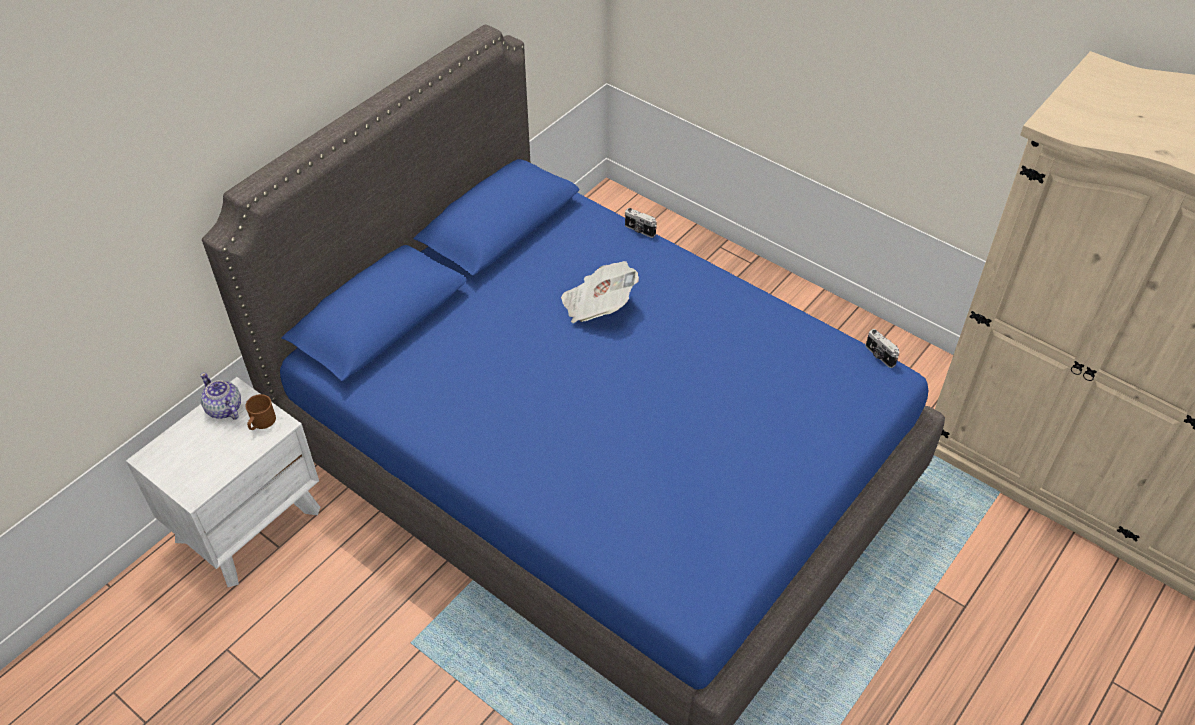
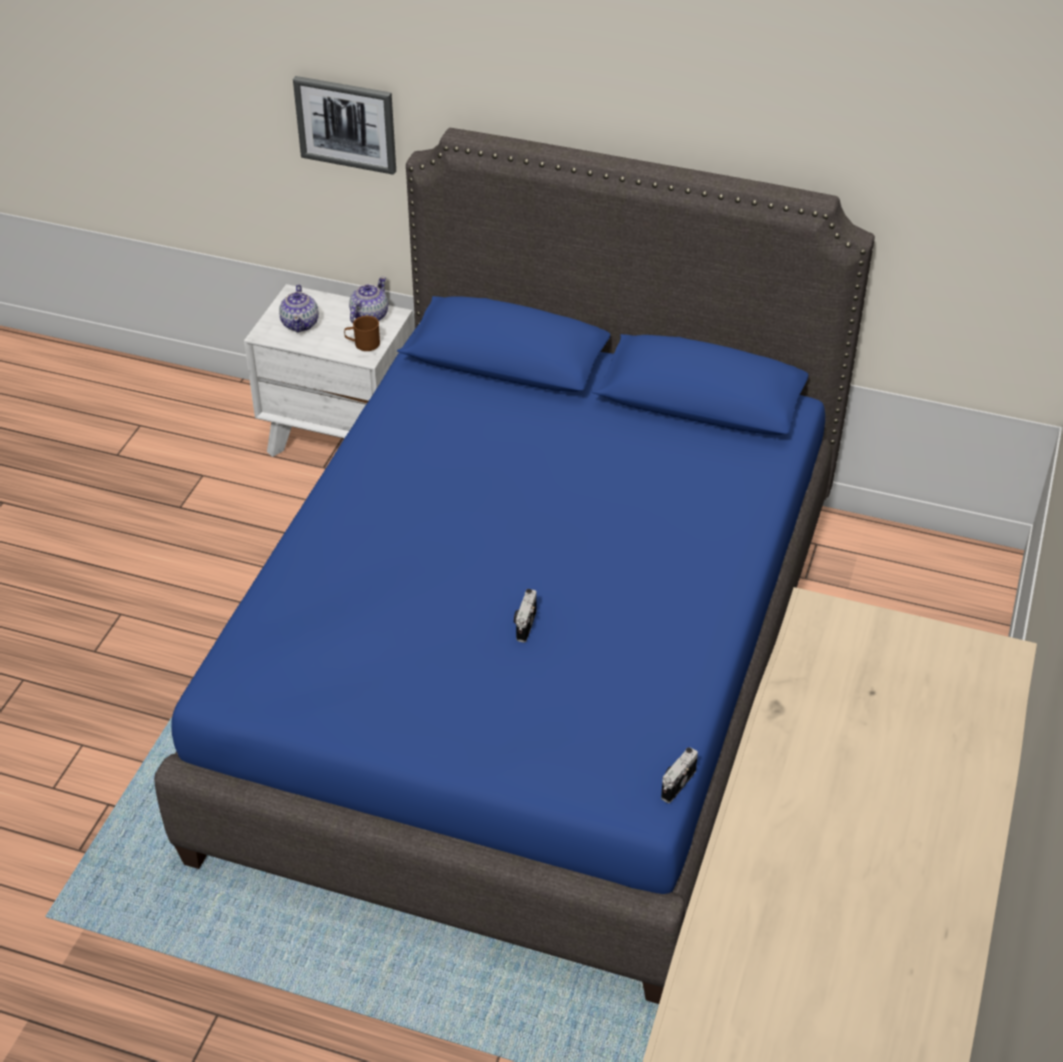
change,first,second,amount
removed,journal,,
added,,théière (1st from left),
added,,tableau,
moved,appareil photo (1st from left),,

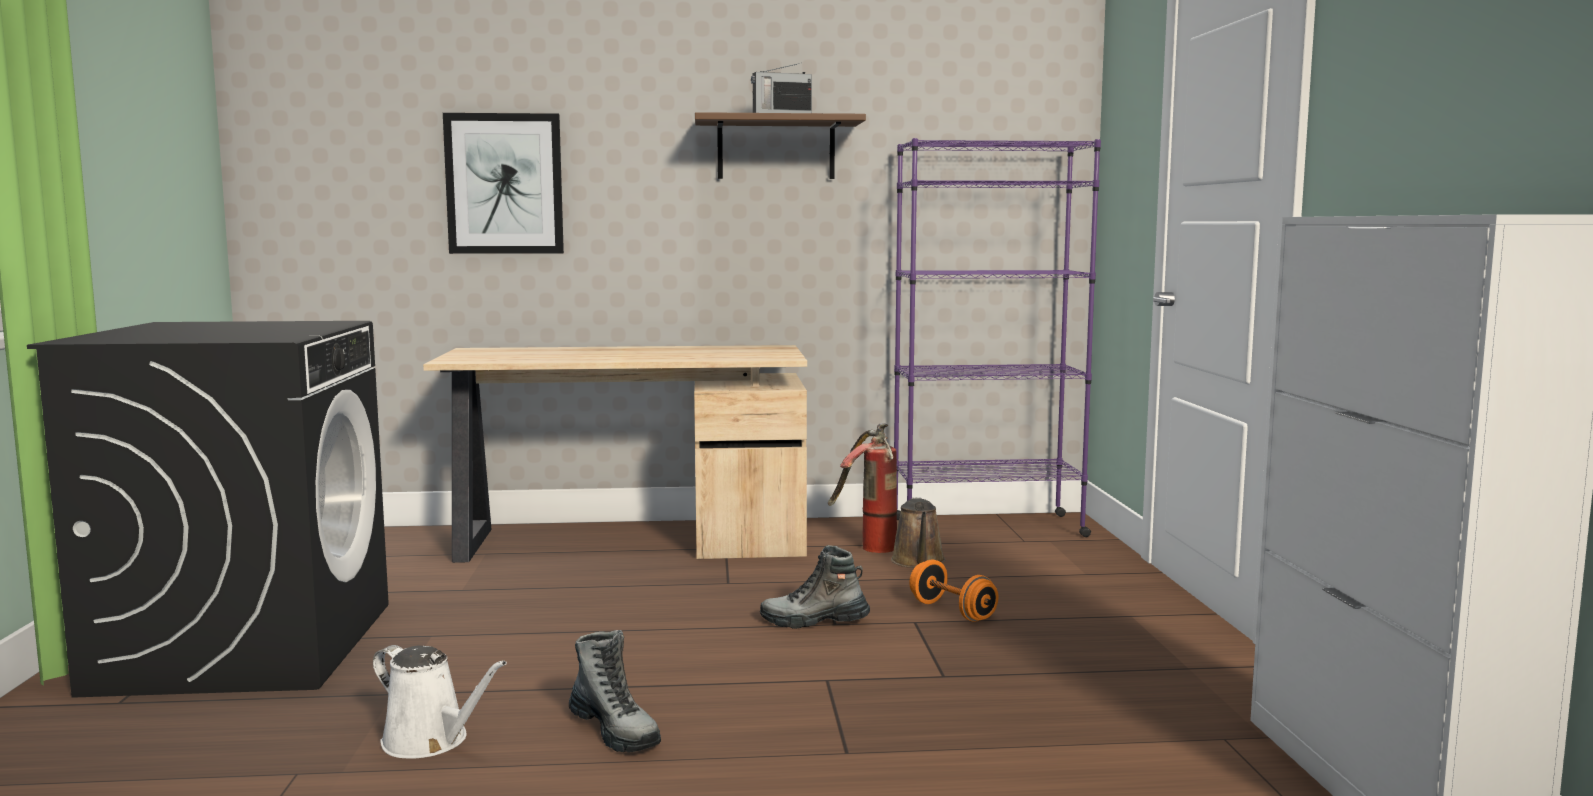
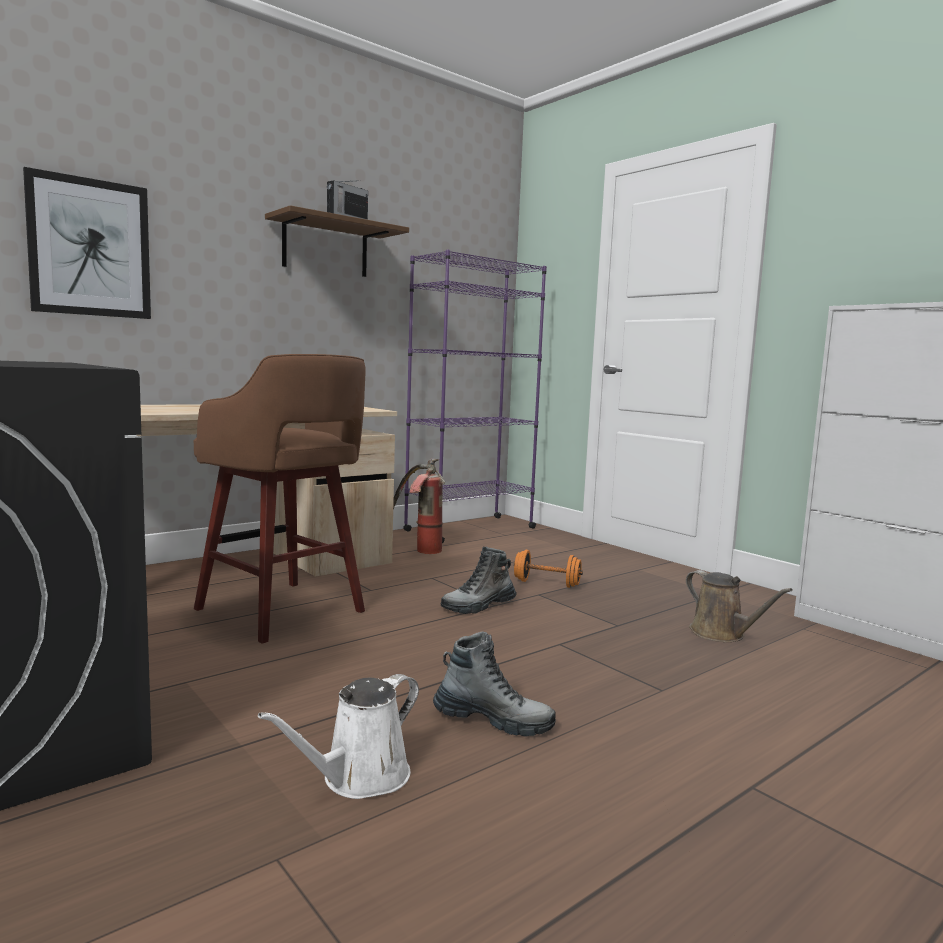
change,first,second,amount
added,,tabouret/marron,
moved,arrosoir/marron,,
turned,arrosoir/blanc,,135 degrees clockwise

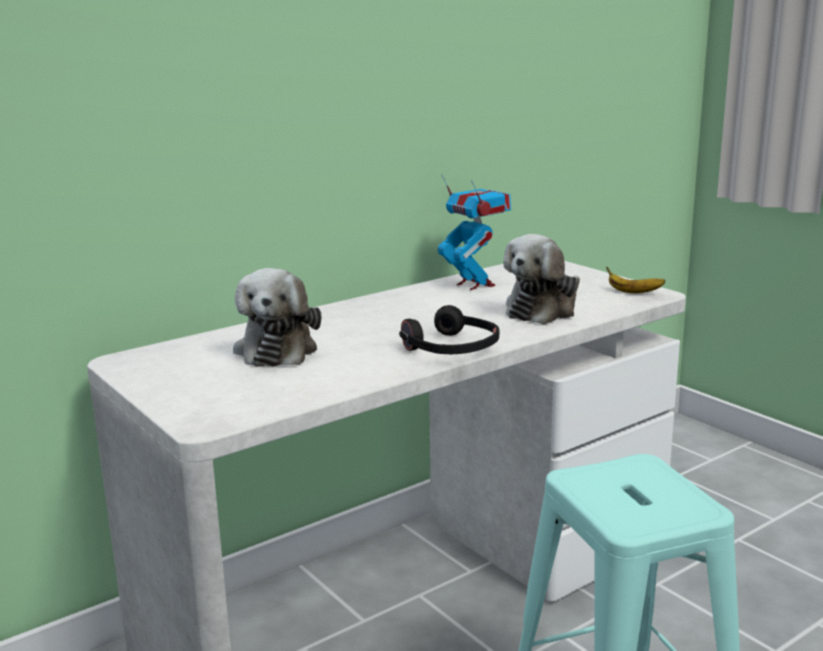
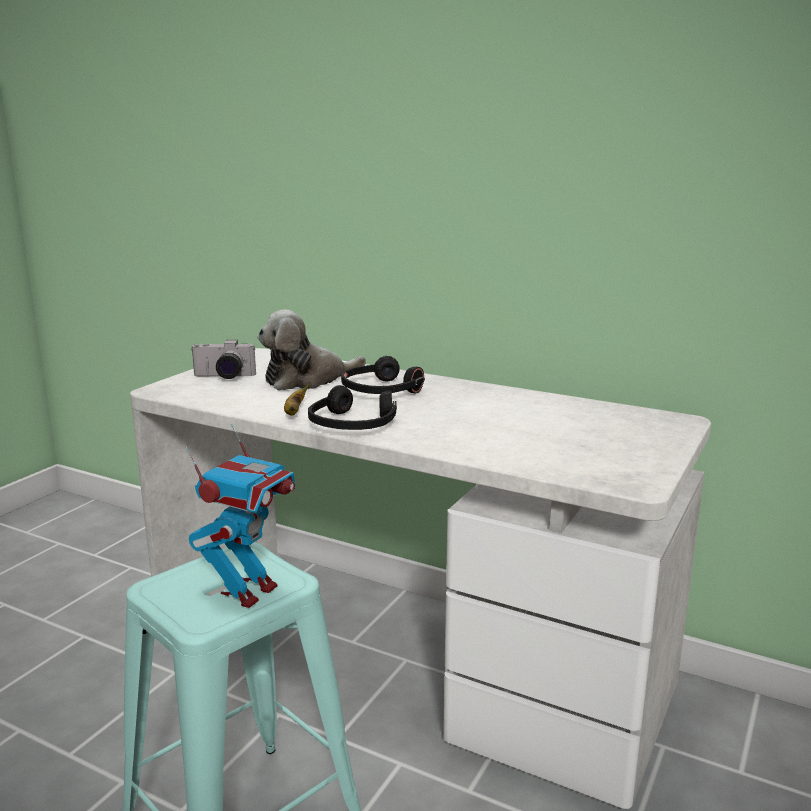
change,first,second,amount
removed,peluche (2nd from left),,
added,,appareil photo,
added,,casque audio/noir (2nd from left),
moved,robot jouet,,
moved,banane,,

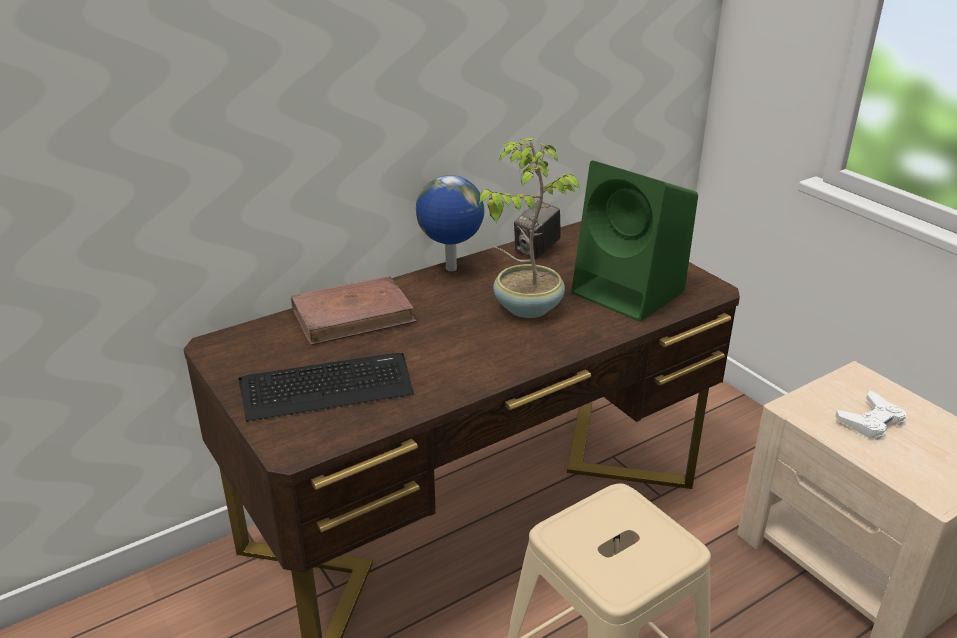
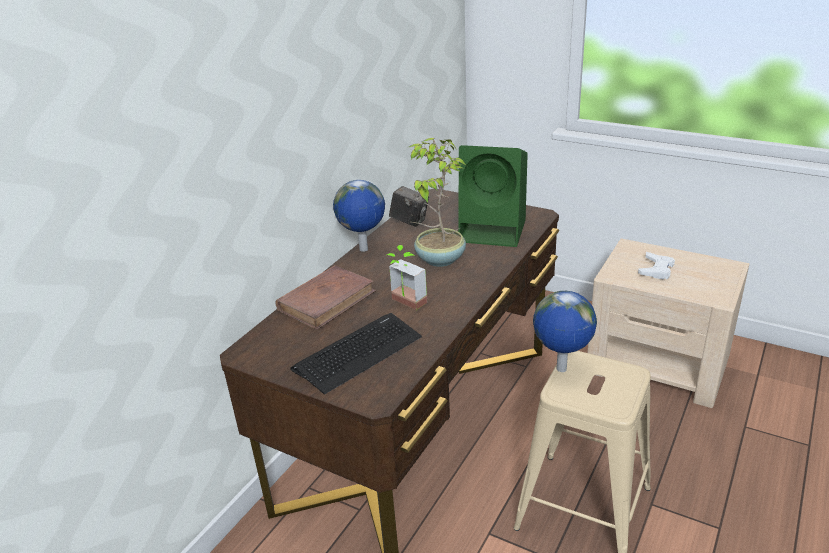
change,first,second,amount
added,,plante en pot (1st from left),
added,,globe (2nd from left),
turned,appareil photo,,75 degrees counterclockwise

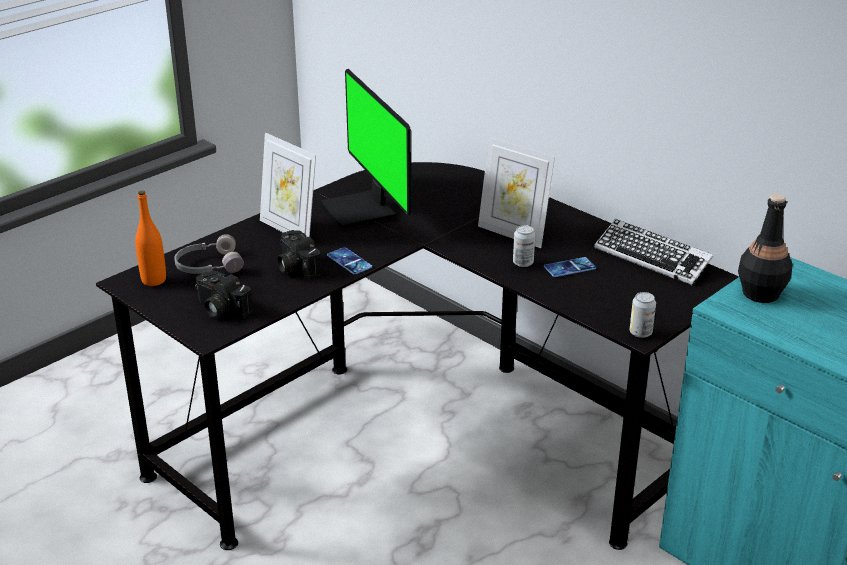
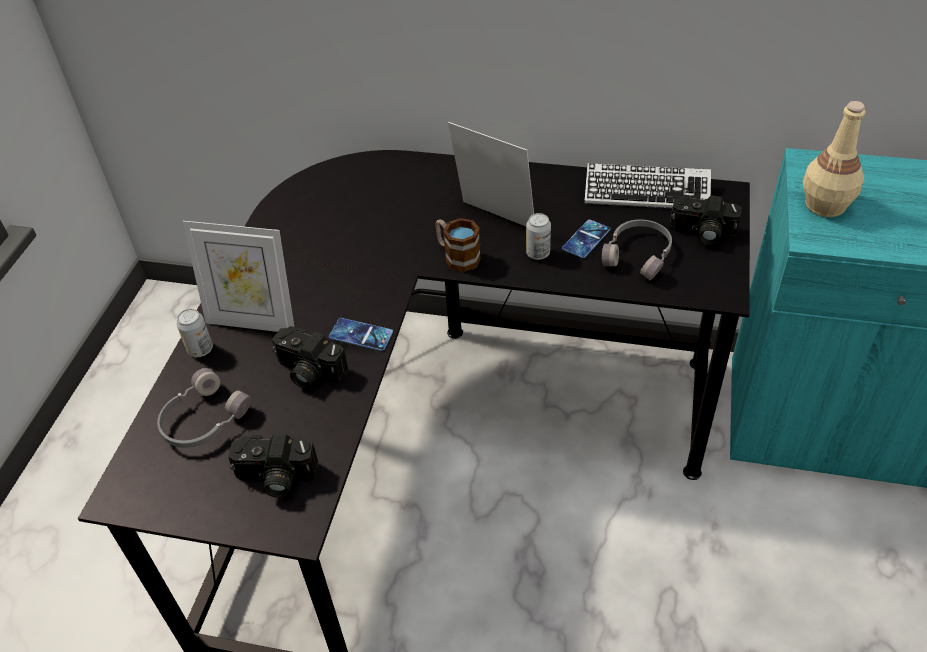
change,first,second,amount
removed,bouteille/orange,,
removed,écran d'ordinateur,,
added,,mug,
added,,casque audio/gris (2nd from left),
added,,appareil photo (3rd from left),
moved,boîte métallique (2nd from left in the first image),boîte métallique (1st from left),
recoloured,bouteille/noir,bouteille/beige,
turned,cadre photo (2nd from left),,150 degrees counterclockwise

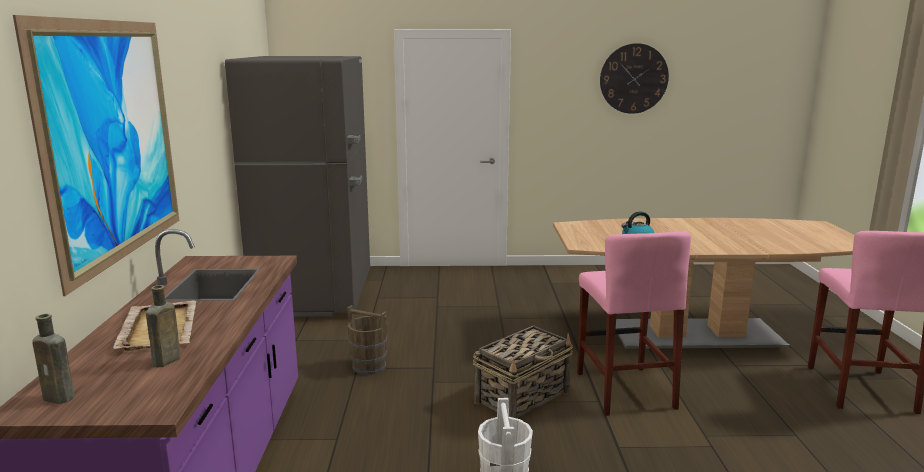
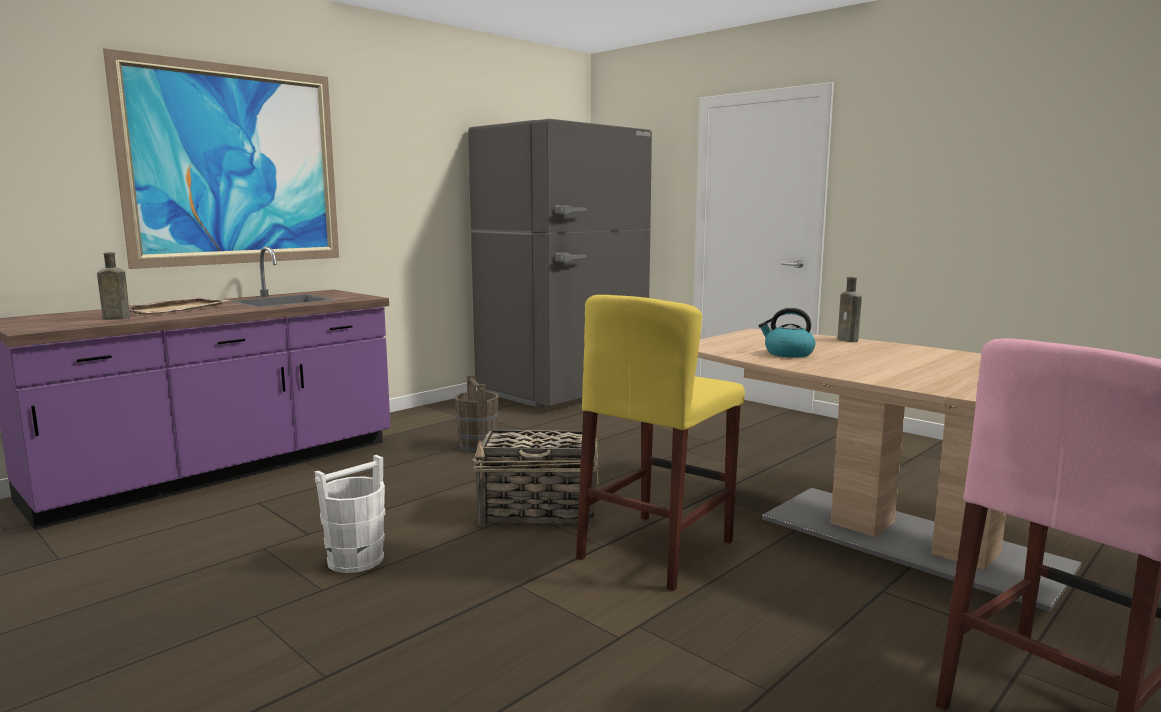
change,first,second,amount
removed,horloge murale,,
moved,bouteille/marron (1st from left in the first image),bouteille/marron (2nd from left),
recoloured,tabouret/rose (1st from left),tabouret/jaune,

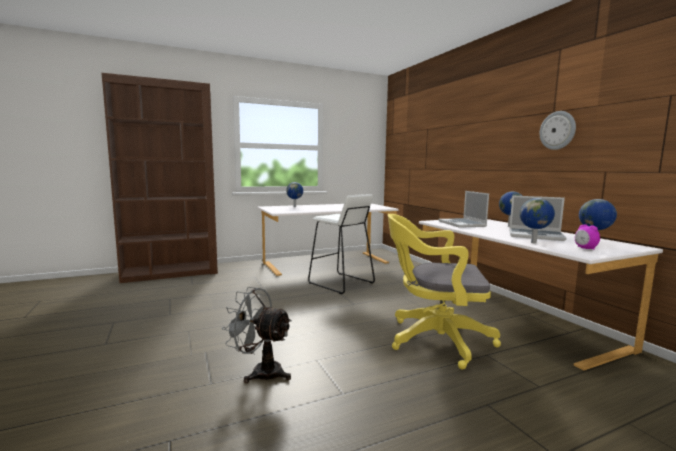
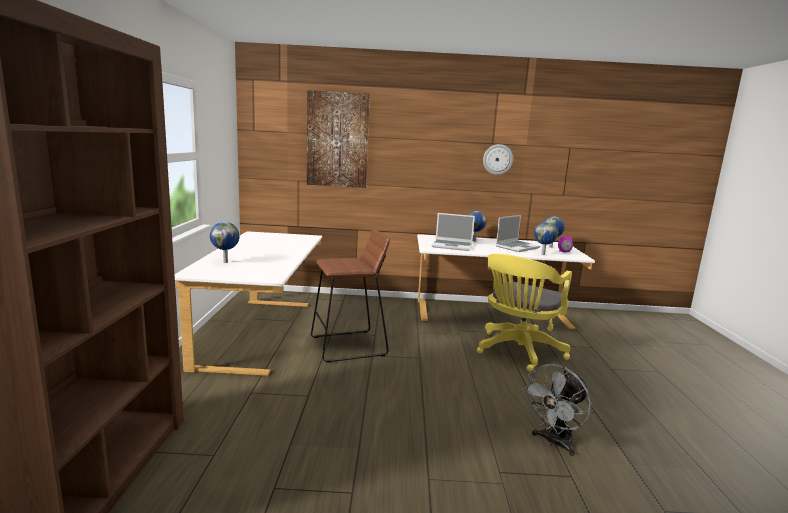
change,first,second,amount
added,,tableau,
recoloured,tabouret/blanc,tabouret/marron,

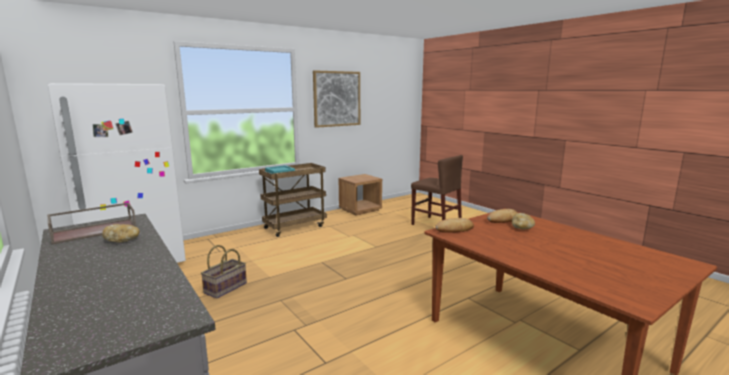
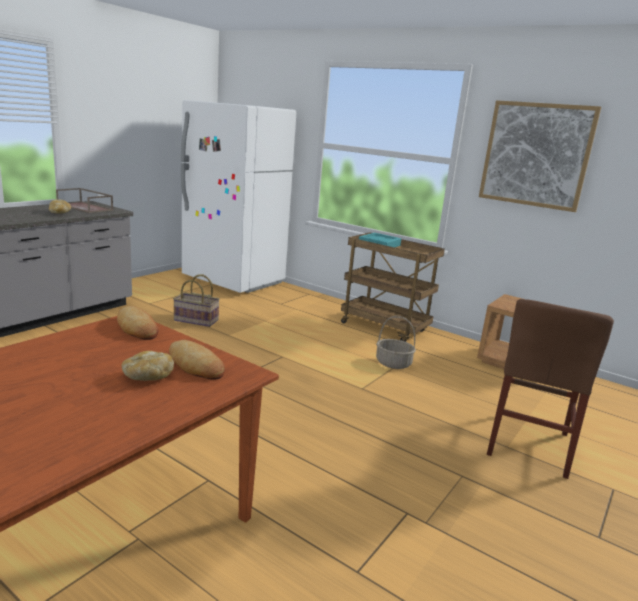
change,first,second,amount
added,,panier (2nd from left),

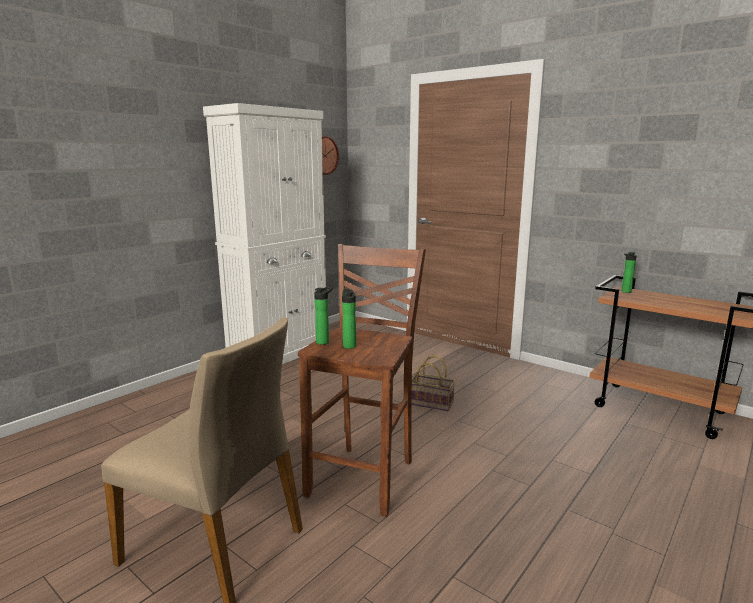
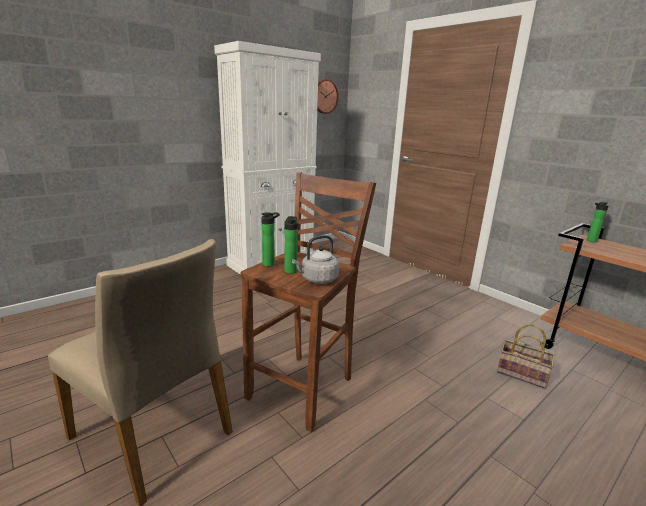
change,first,second,amount
added,,bouilloire/gris,
moved,panier,,

